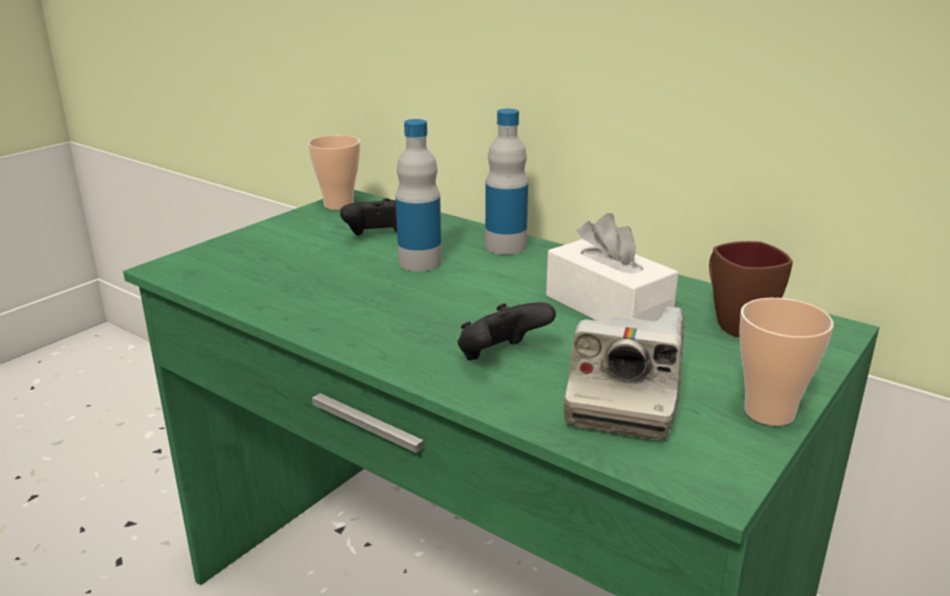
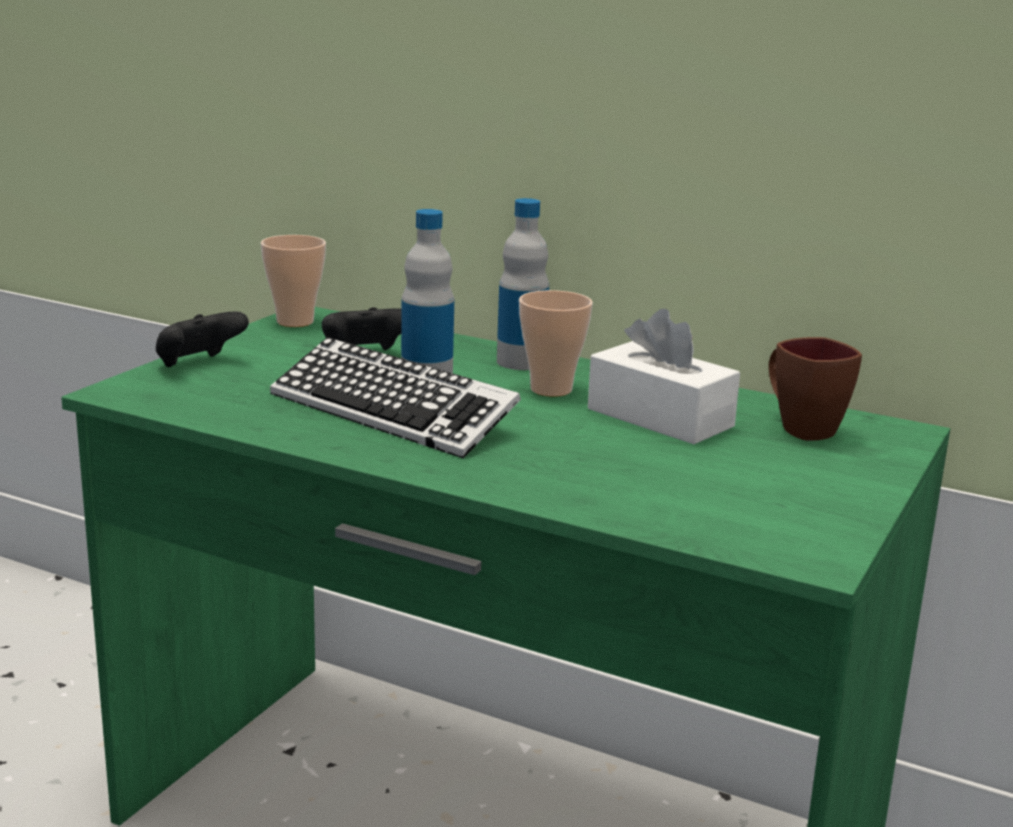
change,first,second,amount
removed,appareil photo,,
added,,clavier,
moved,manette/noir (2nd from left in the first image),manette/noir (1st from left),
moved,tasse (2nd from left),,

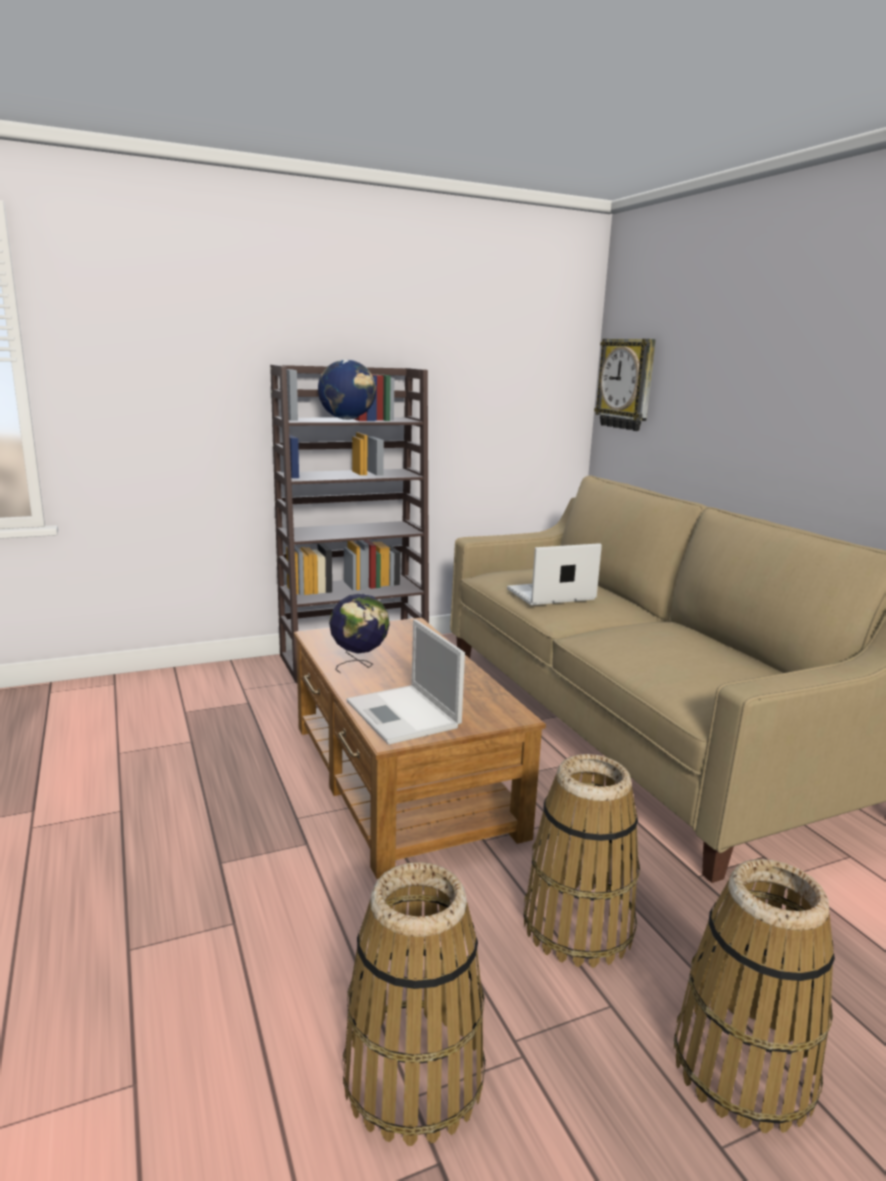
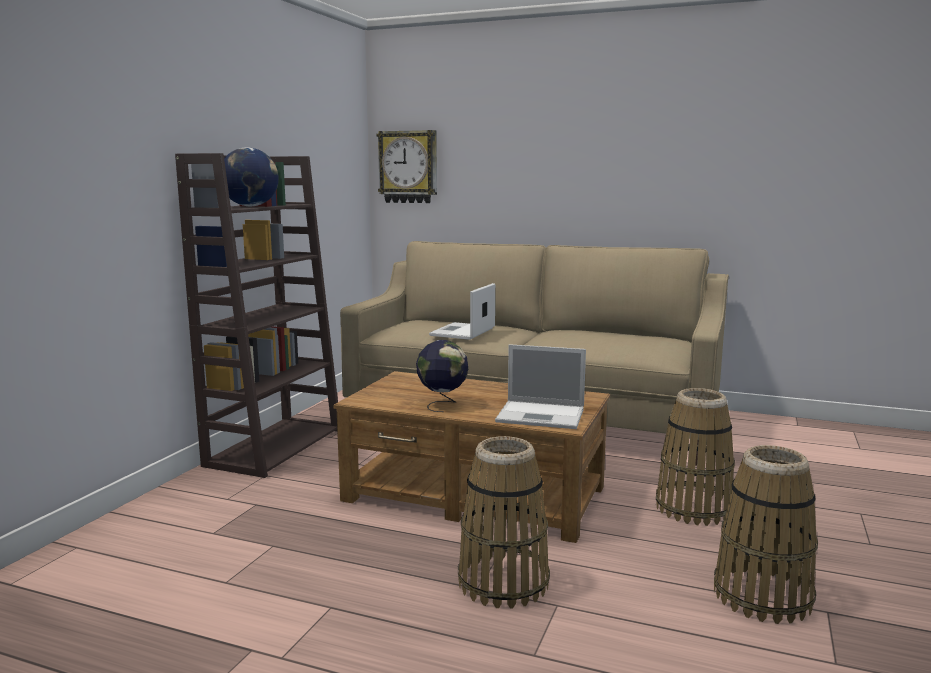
change,first,second,amount
moved,panier (3rd from left in the first image),panier (1st from left),

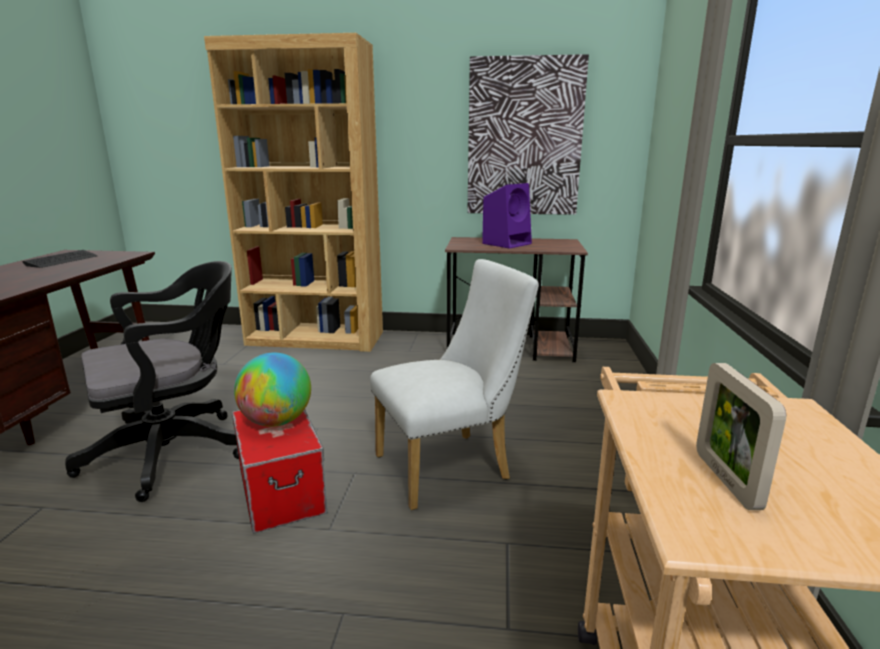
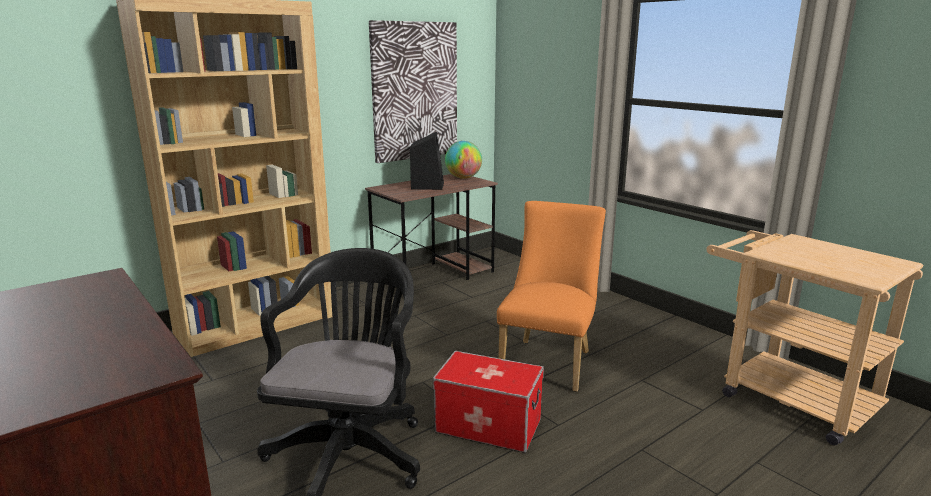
change,first,second,amount
removed,clavier,,
removed,cadre photo,,
moved,globe,,
recoloured,chaise/blanc,chaise/orange,
recoloured,enceinte/violet,enceinte/noir,

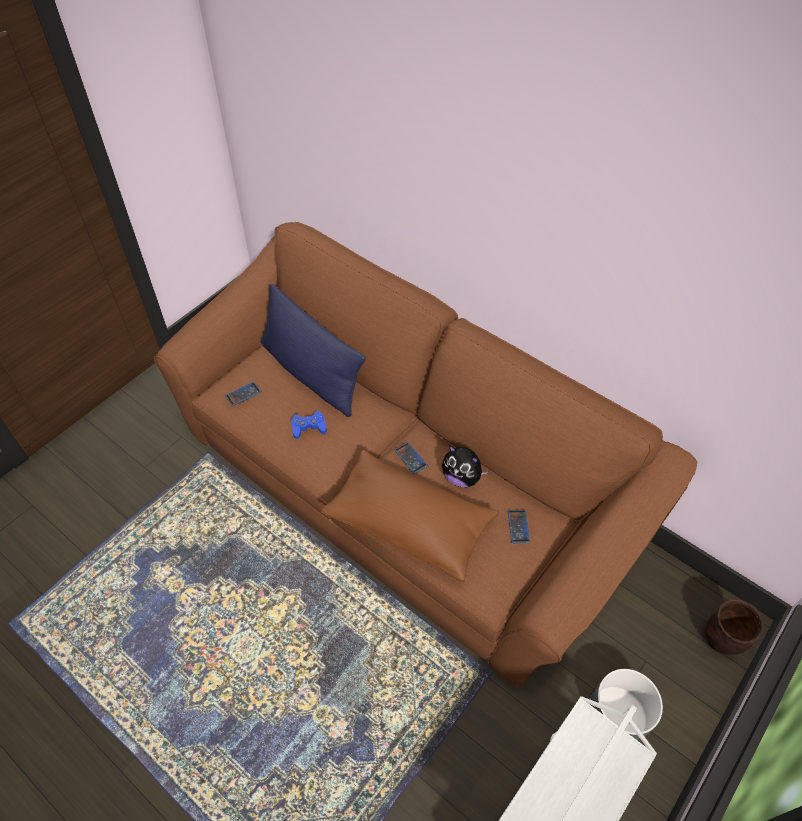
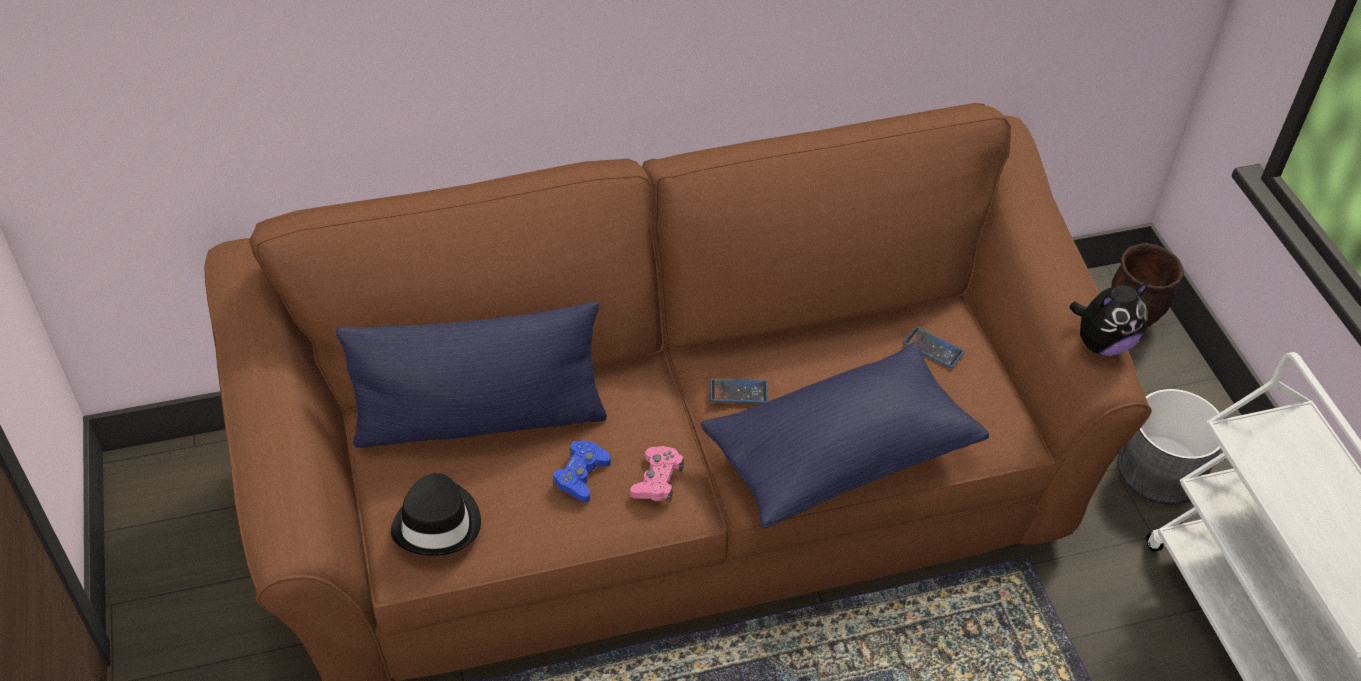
change,first,second,amount
added,,manette/rose,
moved,peluche,,
replaced,téléphone (1st from left),chapeau/noir,
recoloured,coussin/marron,coussin/bleu (2nd from left),

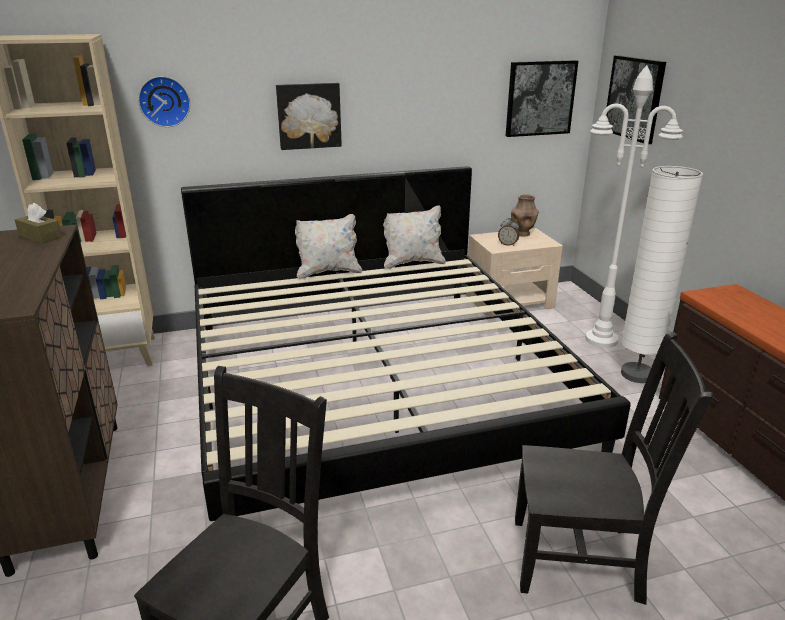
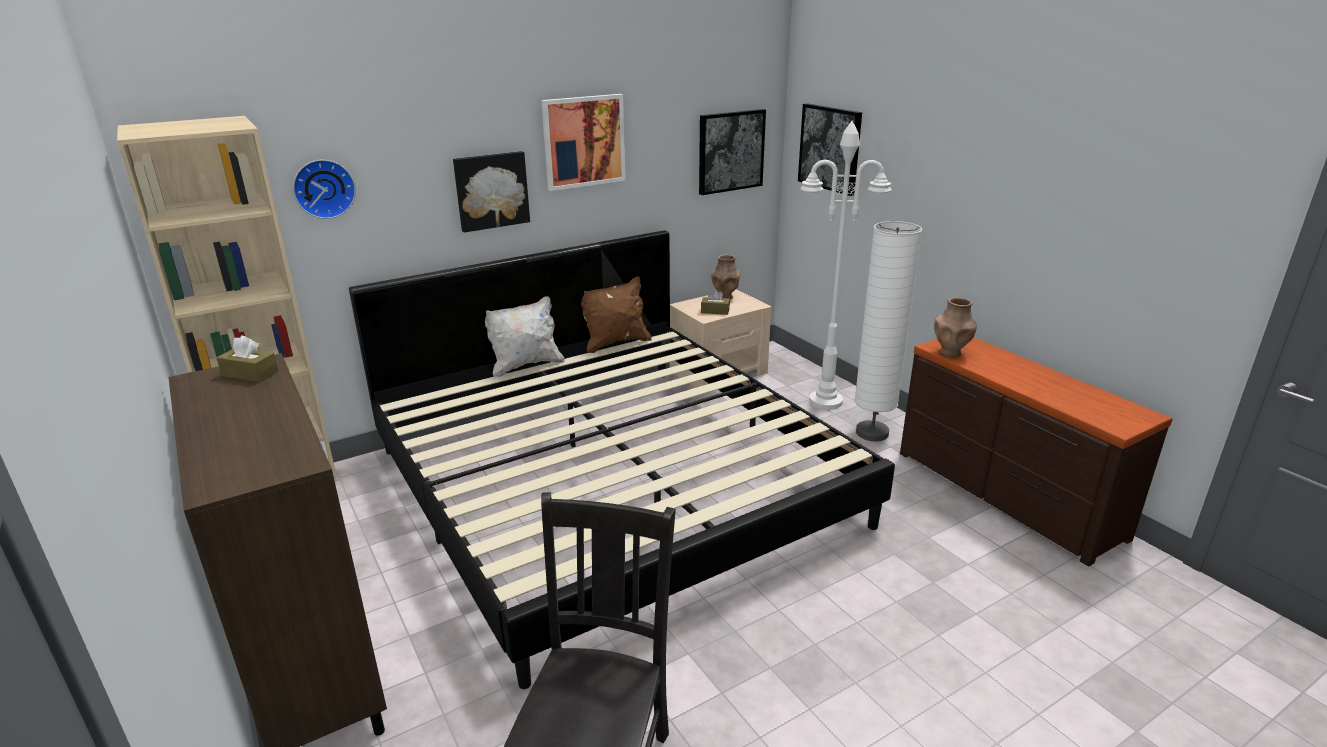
change,first,second,amount
removed,chaise/noir (2nd from left),,
added,,tableau (2nd from left),
added,,vase/marron (2nd from left),
replaced,réveil,boîte à mouchoirs/marron (2nd from left),
recoloured,coussin/blanc (2nd from left),coussin/marron,

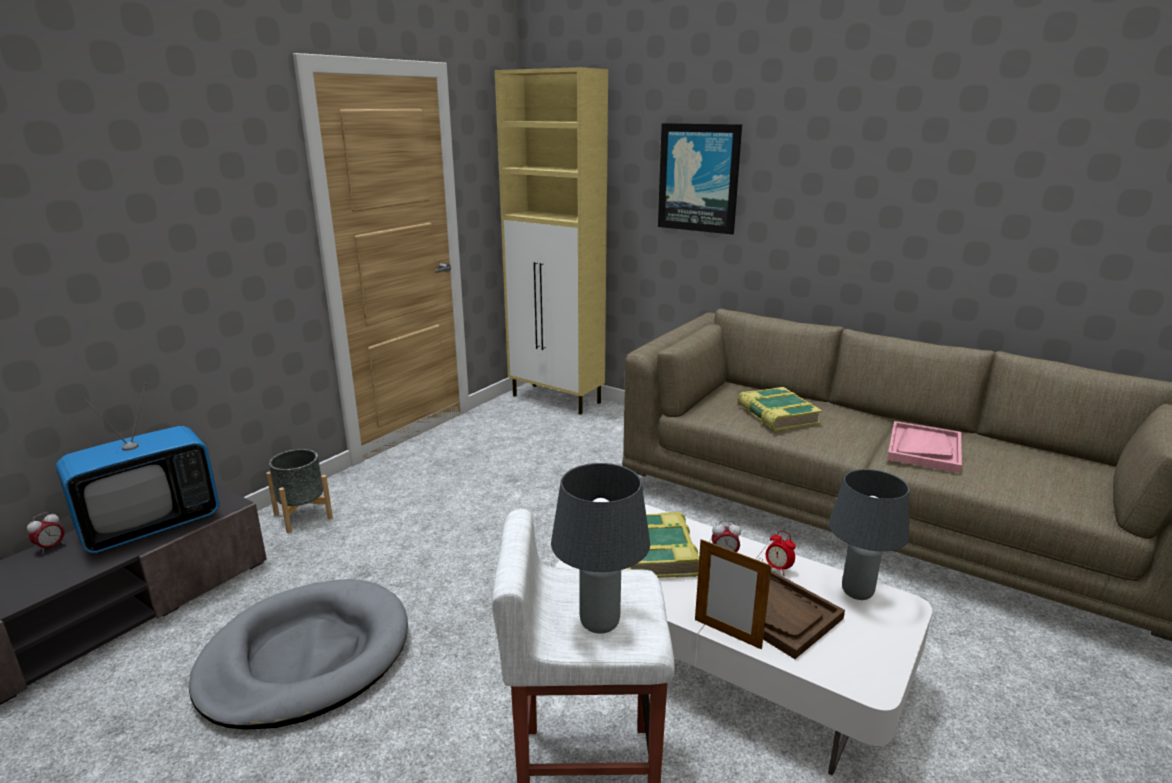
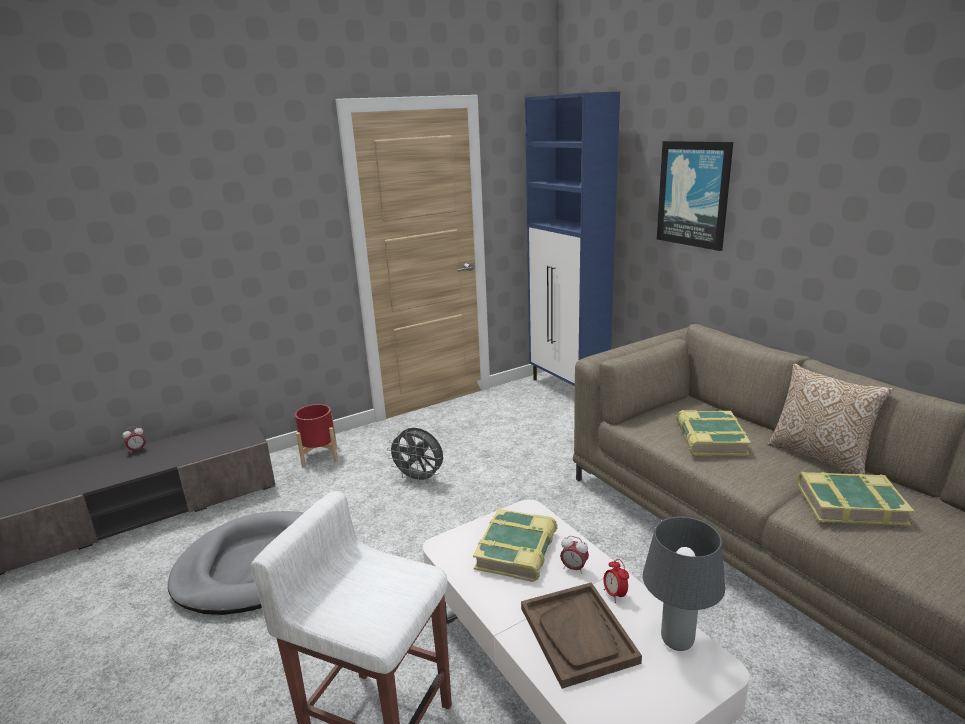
change,first,second,amount
removed,téléviseur,,
removed,lampe de table/gris (1st from left),,
removed,cadre photo,,
added,,ventilateur/gris,
added,,coussin,
replaced,plateau/rose,livre (3rd from left),
recoloured,cache-pot/gris,cache-pot/rouge,
recoloured,meuble de rangement/beige,meuble de rangement/bleu,

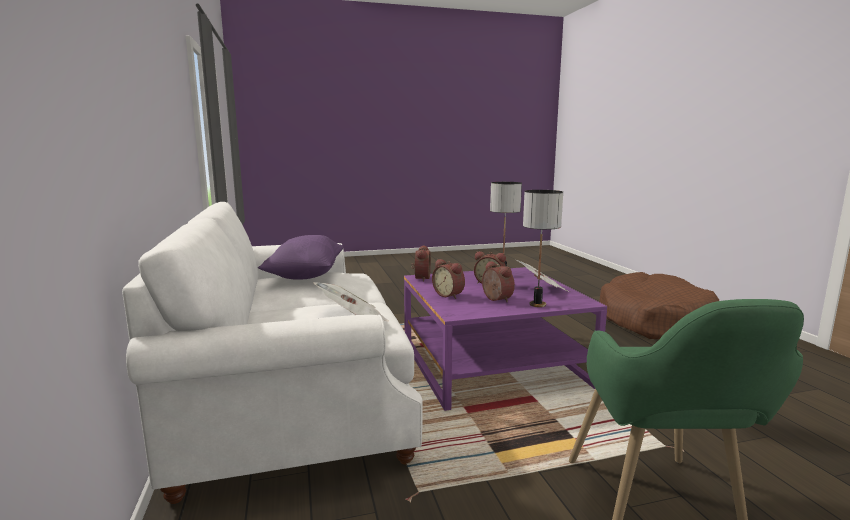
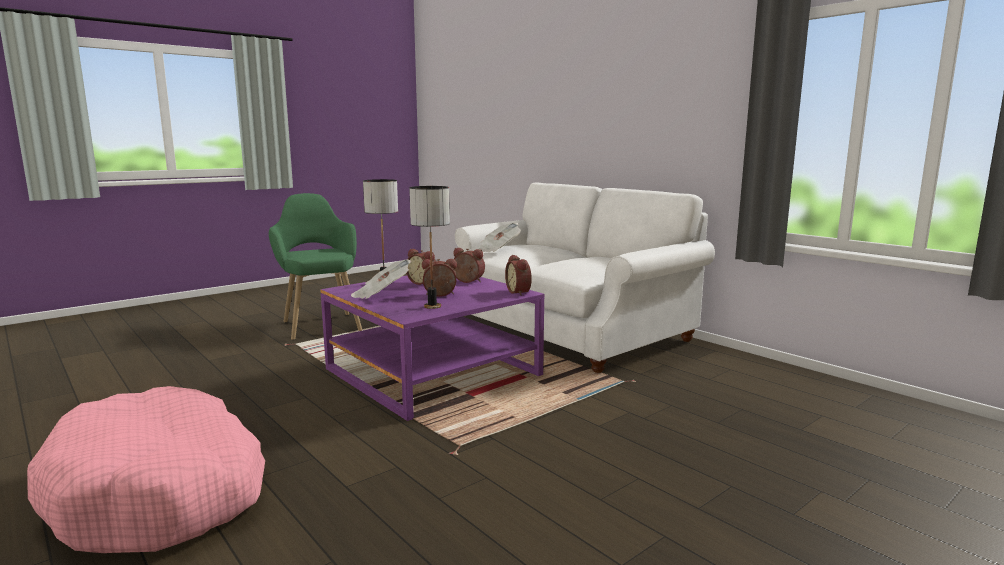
change,first,second,amount
removed,coussin/violet,,
recoloured,panier pour chien/marron,panier pour chien/rose,

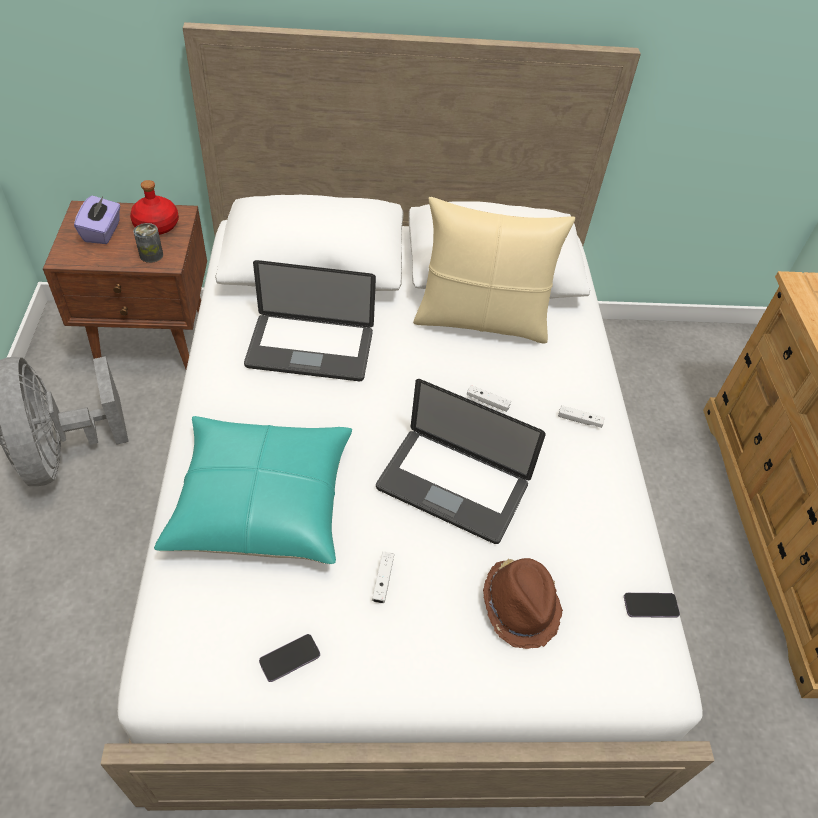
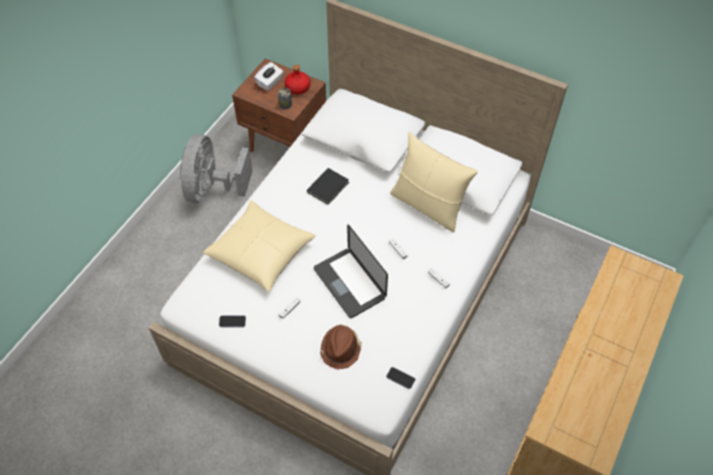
change,first,second,amount
replaced,ordinateur portable (1st from left),livre/noir,
recoloured,boîte à mouchoirs/violet,boîte à mouchoirs/blanc,
recoloured,coussin/turquoise,coussin/beige (1st from left),

